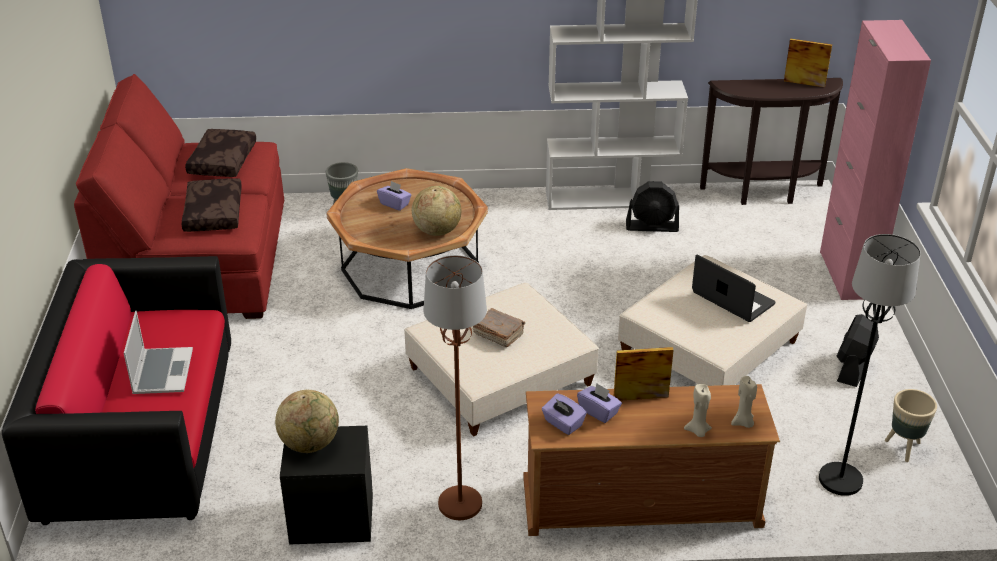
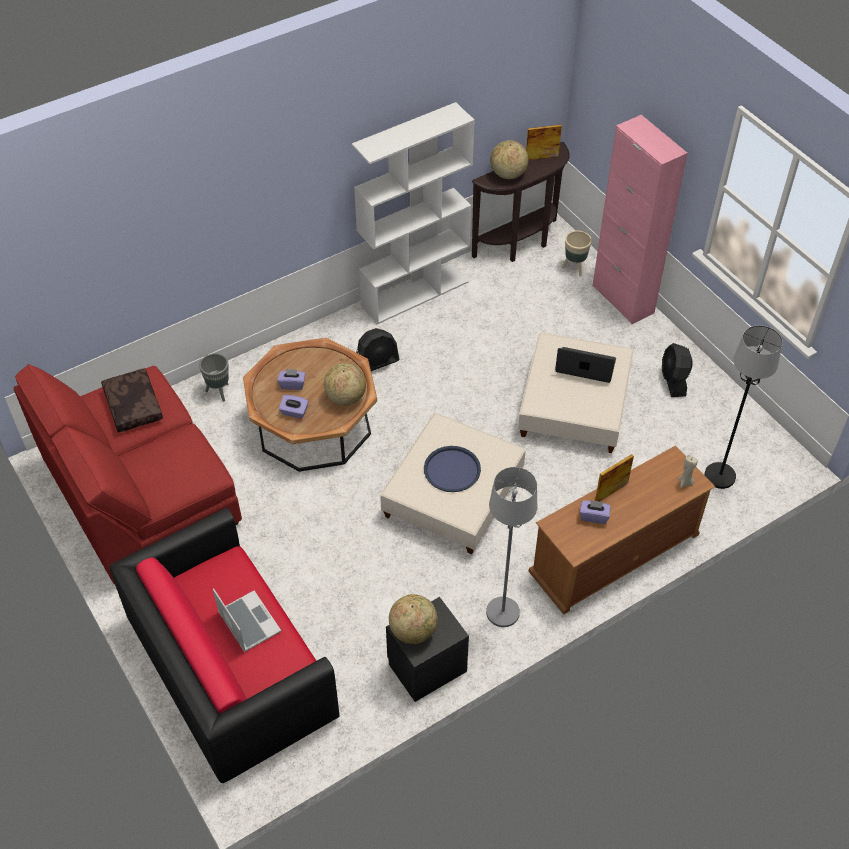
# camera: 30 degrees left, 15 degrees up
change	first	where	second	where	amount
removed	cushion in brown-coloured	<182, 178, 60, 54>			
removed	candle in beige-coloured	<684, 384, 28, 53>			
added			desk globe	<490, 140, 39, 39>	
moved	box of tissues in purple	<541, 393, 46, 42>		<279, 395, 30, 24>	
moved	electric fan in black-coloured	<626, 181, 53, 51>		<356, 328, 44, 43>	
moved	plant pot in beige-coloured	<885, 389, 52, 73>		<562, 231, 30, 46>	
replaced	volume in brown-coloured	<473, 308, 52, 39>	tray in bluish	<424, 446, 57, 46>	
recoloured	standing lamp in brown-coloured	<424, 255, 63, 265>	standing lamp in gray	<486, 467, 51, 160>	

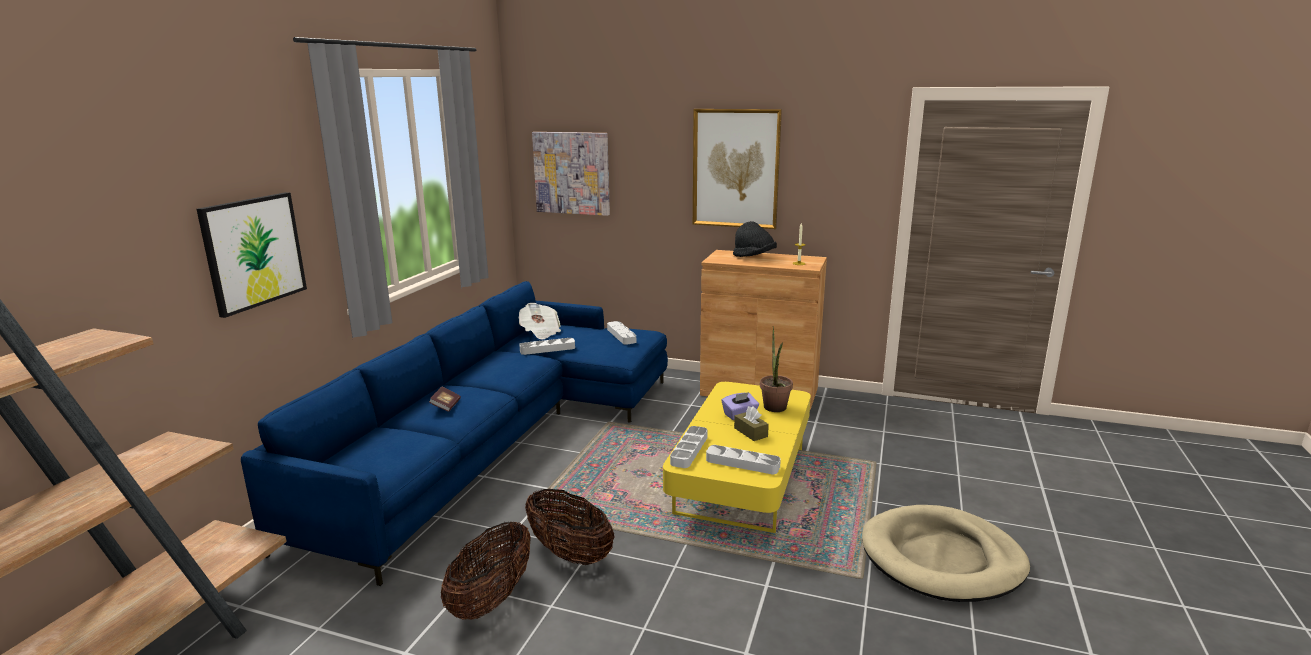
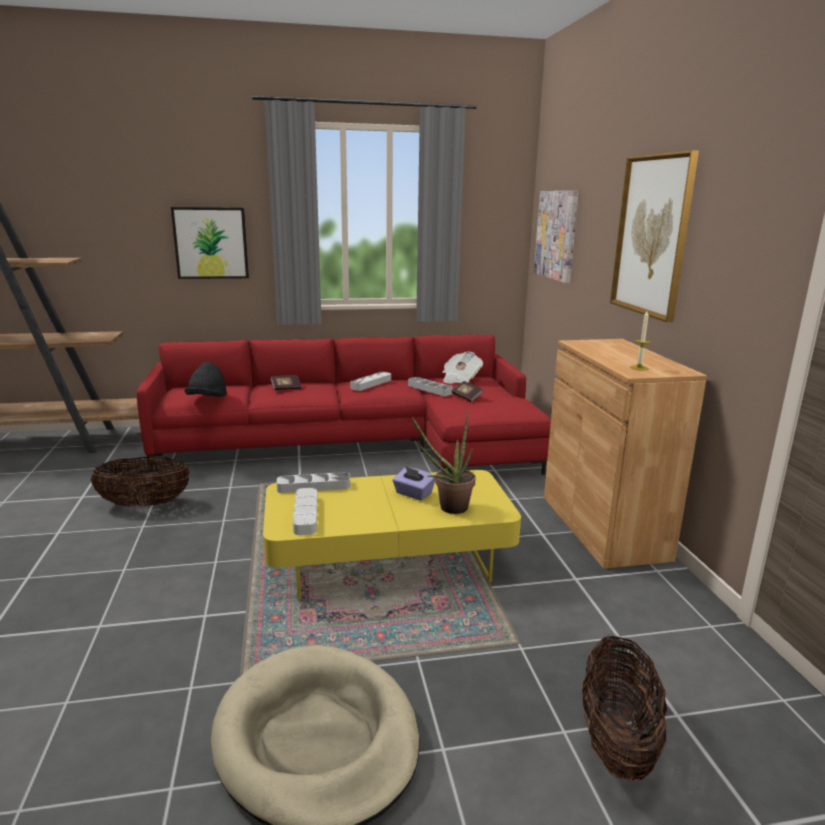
# camera: 60 degrees right, 0 degrees up
change	first	where	second	where	amount
removed	box of tissues in brown-coloured	<734, 406, 35, 35>			
added			volume	<452, 381, 31, 21>	
moved	storage basket	<525, 488, 89, 77>		<582, 635, 85, 147>	
moved	tray in gray	<607, 321, 29, 23>		<350, 372, 41, 19>	
moved	hat in black-coloured	<733, 221, 44, 36>		<184, 362, 43, 35>	
recoloured	sofa in bluish	<241, 281, 427, 305>	sofa in red-coloured	<137, 335, 414, 140>	

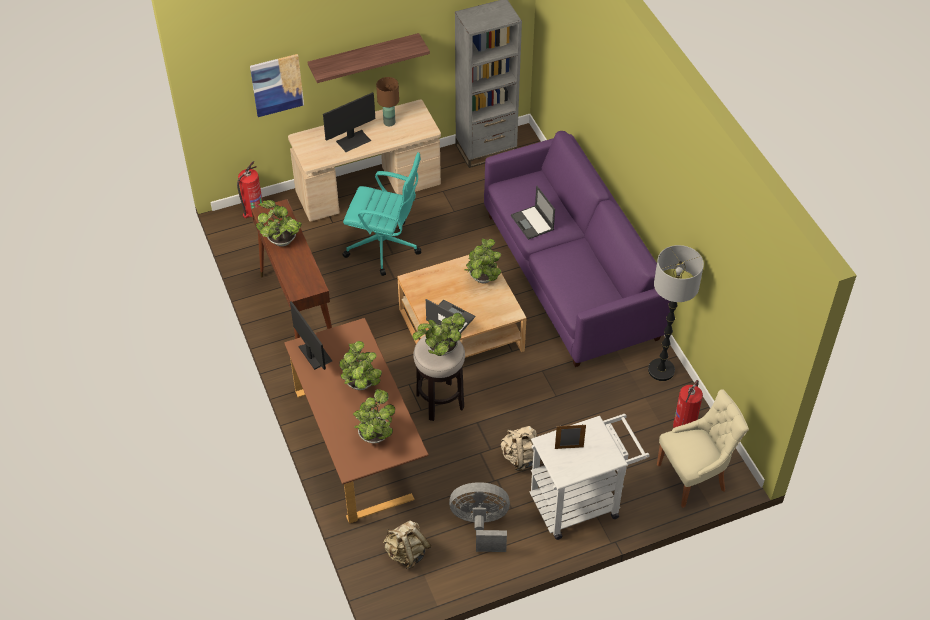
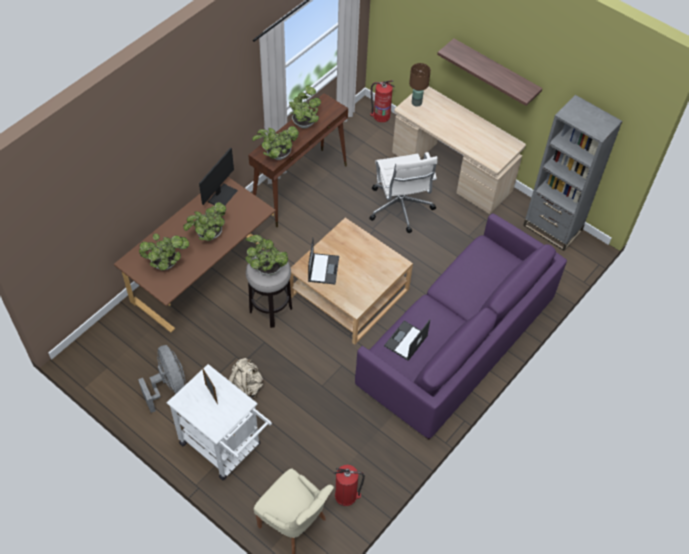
# camera: 60 degrees right, 5 degrees up
change	first	where	second	where	amount
removed	wall art	<250, 54, 54, 63>			
removed	computer display	<323, 92, 52, 60>			
removed	rucksack in beige-coloured	<383, 521, 48, 48>			
removed	standing lamp	<648, 245, 56, 136>			
moved	lamp for a table in brown-coloured	<376, 77, 23, 49>		<409, 63, 22, 44>	
moved	plant in a pot	<465, 238, 36, 45>		<252, 126, 47, 34>	
moved	laptop	<511, 185, 44, 55>		<384, 320, 46, 41>	
recoloured	computer chair in turquoise	<342, 152, 79, 124>	computer chair in white-coloured	<369, 152, 69, 81>	

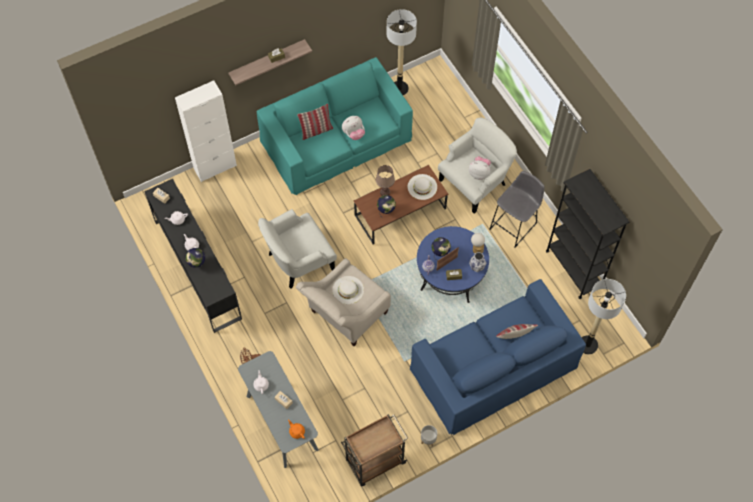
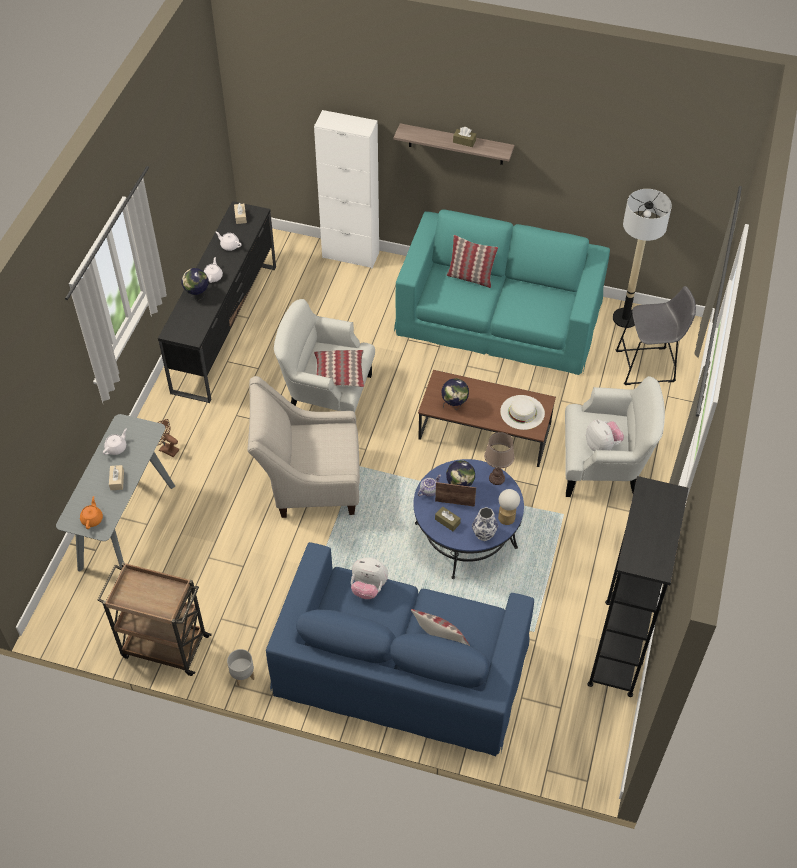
# camera: 45 degrees right, 10 degrees down
change	first	where	second	where	amount
removed	hat in white-coloured	<333, 276, 31, 28>			
removed	standing lamp	<582, 279, 44, 75>			
added			cushion	<314, 350, 50, 37>	
moved	cuddly toy	<342, 116, 23, 24>		<351, 557, 37, 42>	
moved	lamp for a table in brown-coloured	<376, 165, 19, 31>		<484, 432, 31, 53>	
moved	sitting stool in gray	<489, 171, 56, 77>		<616, 286, 80, 99>	

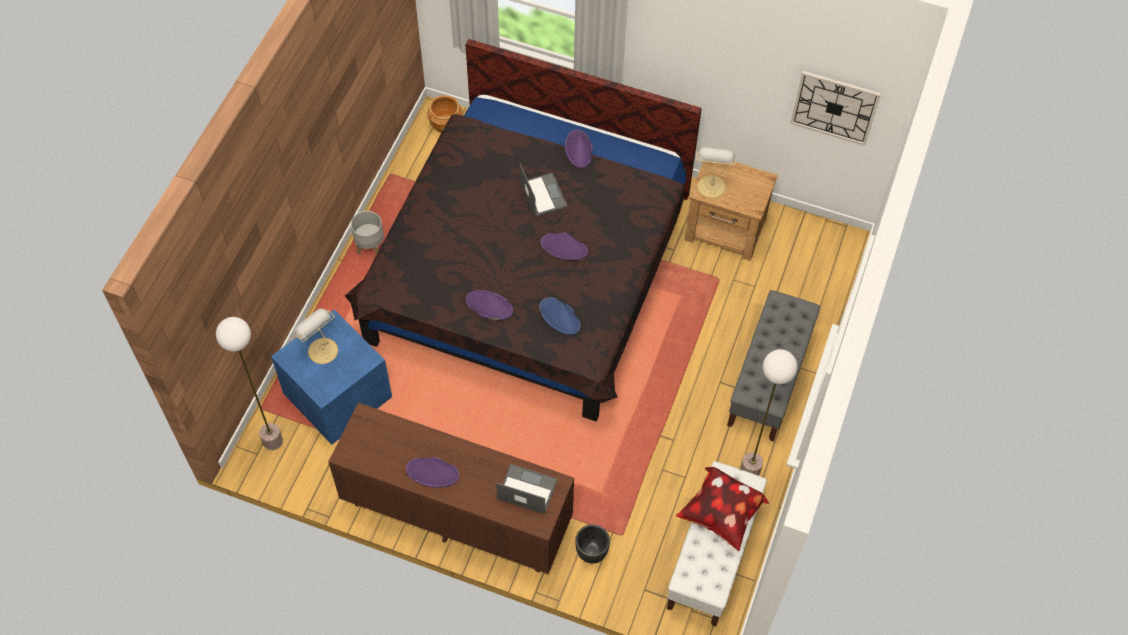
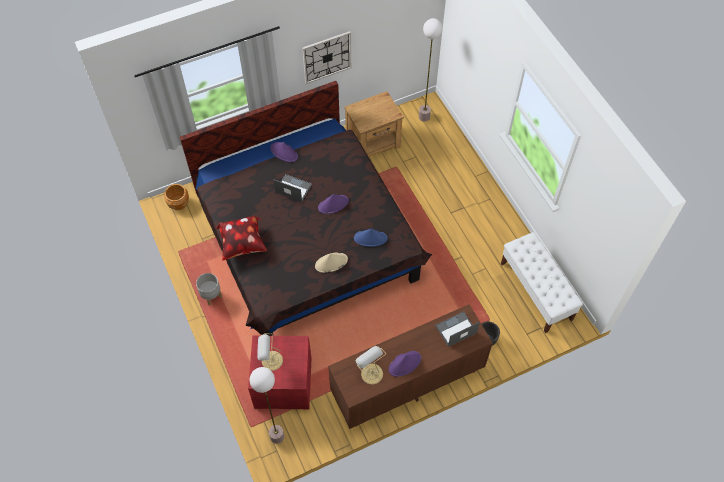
# camera: 45 degrees left, 0 degrees up
change	first	where	second	where	amount
removed	bench in gray	<727, 290, 93, 152>			
moved	cushion	<676, 467, 93, 84>		<216, 216, 51, 45>	
moved	lamp for a table	<696, 147, 40, 51>		<356, 346, 30, 38>	
moved	standing lamp	<740, 349, 58, 127>		<419, 18, 24, 104>	
moved	hanging clock	<790, 71, 91, 75>		<302, 31, 49, 53>	
recoloured	storage bin in bluish	<271, 309, 121, 136>	storage bin in red-coloured	<248, 335, 64, 74>	
recoloured	hat in purple	<466, 290, 47, 30>	hat in beige-coloured	<315, 253, 33, 20>	

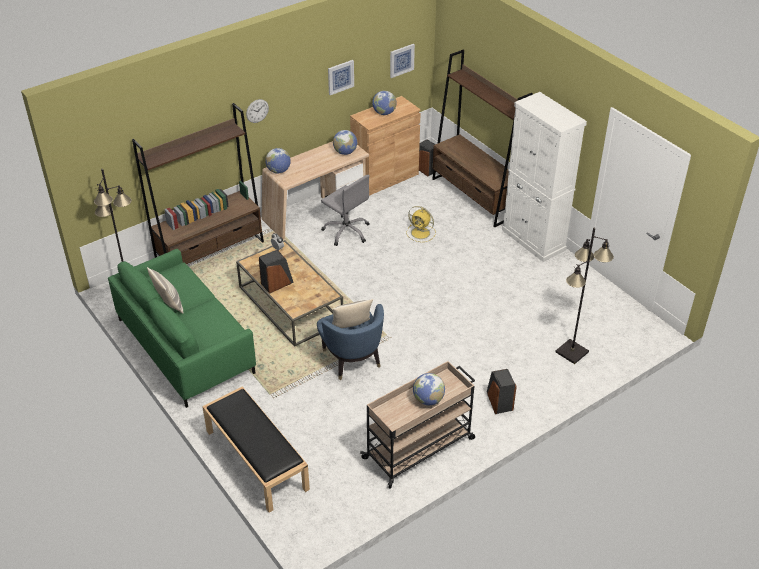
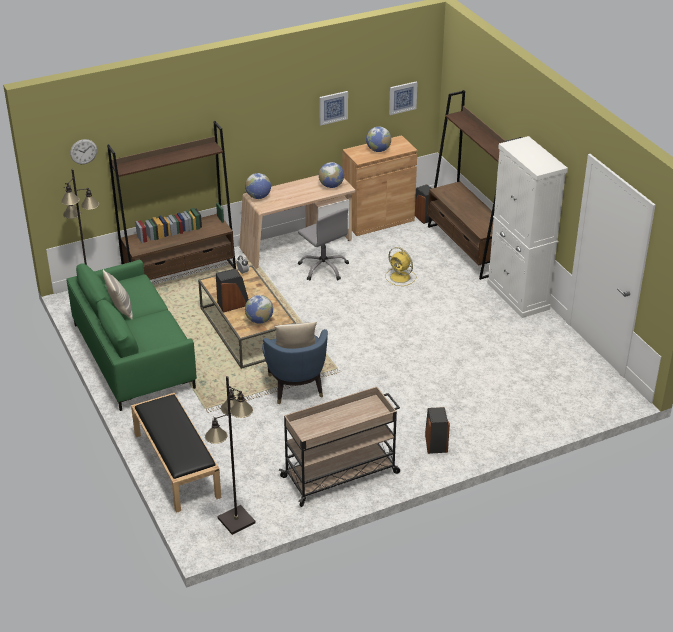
# camera: 10 degrees right, 5 degrees down
change	first	where	second	where	amount
moved	hanging clock	<246, 99, 23, 24>		<70, 139, 27, 25>	
moved	desk globe	<413, 373, 32, 32>		<245, 295, 28, 29>	
moved	standing lamp in black-coloured	<556, 228, 58, 136>		<205, 376, 51, 159>	

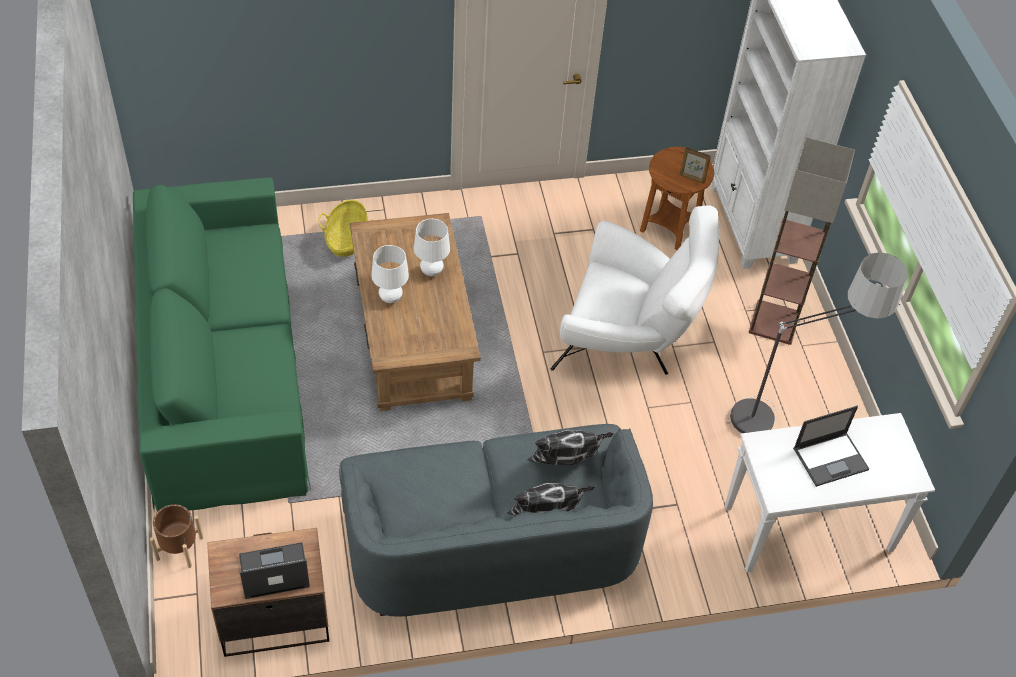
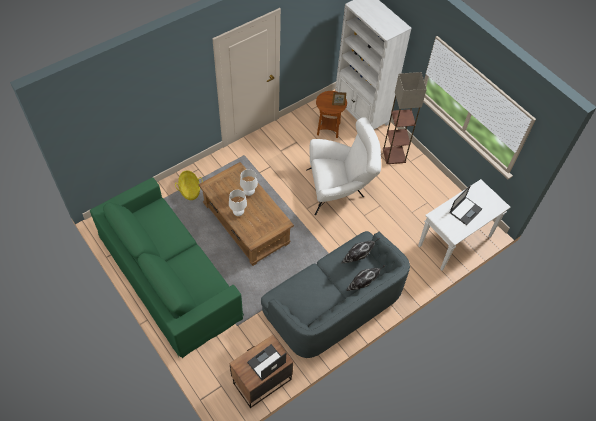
# camera: 25 degrees left, 5 degrees up
change	first	where	second	where	amount
removed	plant pot in brown-coloured	<150, 504, 53, 64>			
removed	standing lamp	<726, 252, 182, 181>			

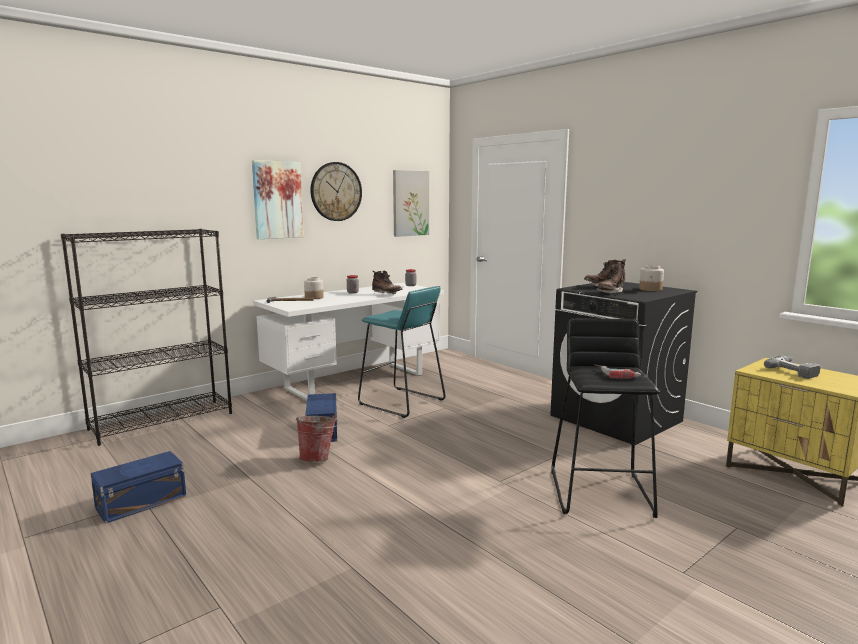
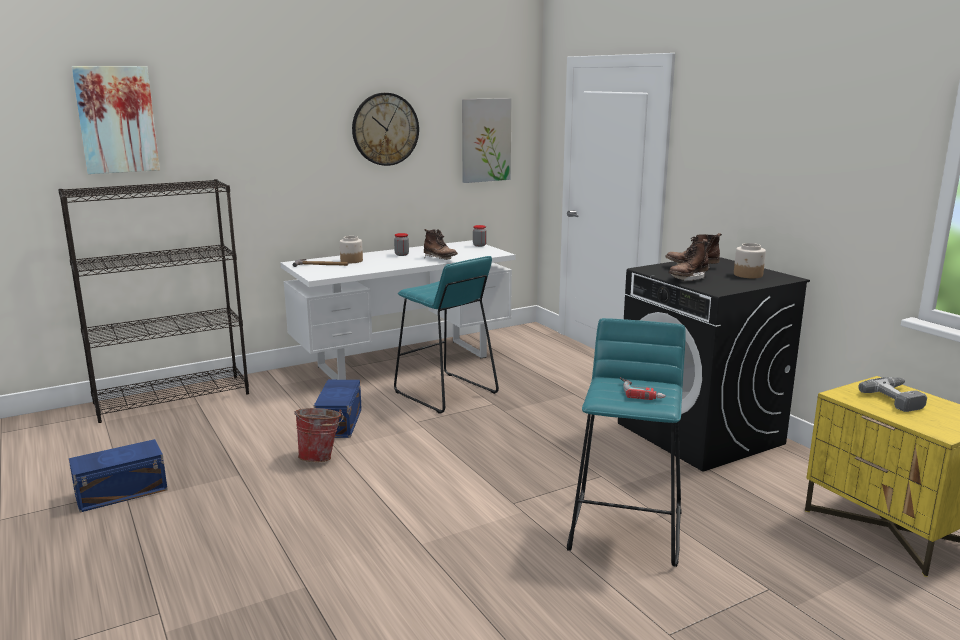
# camera: 10 degrees right, 5 degrees up
change	first	where	second	where	amount
moved	wall art	<252, 160, 52, 79>		<72, 66, 88, 108>	
recoloured	sitting stool in black-coloured	<551, 318, 109, 200>	sitting stool in turquoise	<567, 318, 119, 249>	

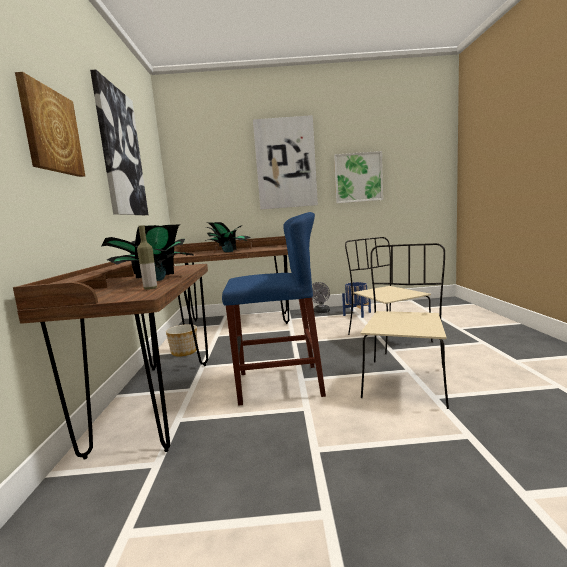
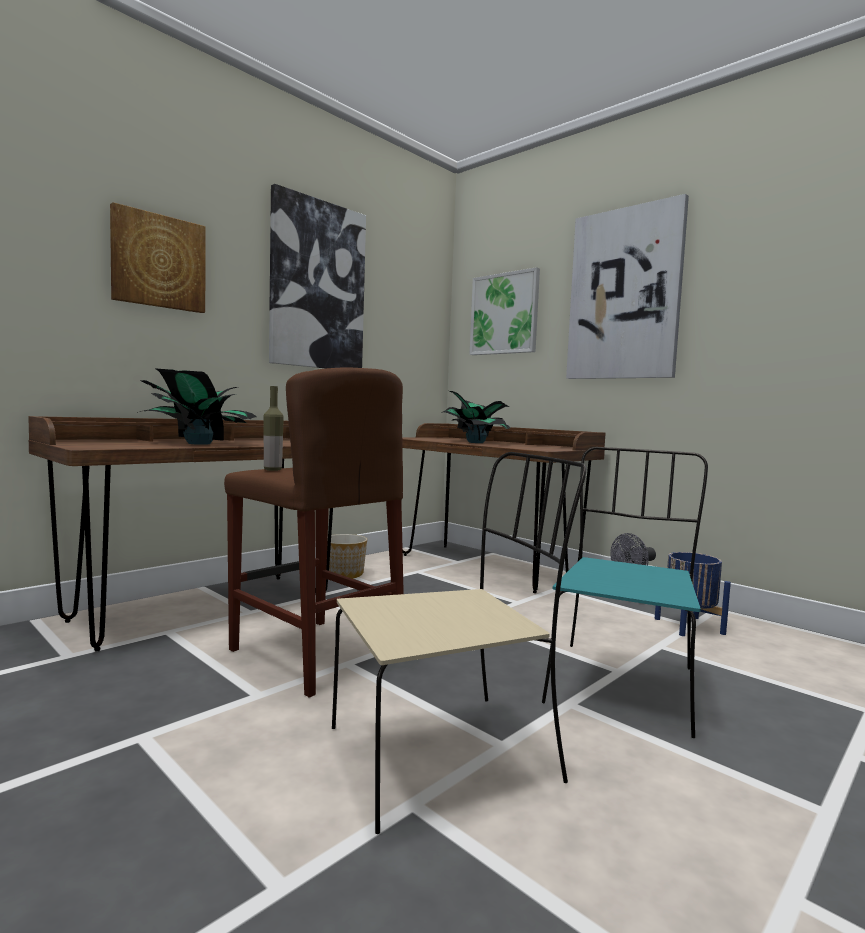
# camera: 45 degrees right, 5 degrees down
change	first	where	second	where	amount
moved	beverage bottle	<137, 225, 20, 65>		<263, 386, 21, 85>	
moved	wall art	<334, 151, 49, 52>		<470, 267, 70, 88>	
recoloured	sitting stool in bluish	<222, 212, 104, 193>	sitting stool in brown-coloured	<224, 367, 180, 331>	
recoloured	plain chair in beige-coloured	<345, 237, 88, 117>	plain chair in turquoise	<542, 447, 166, 291>	

